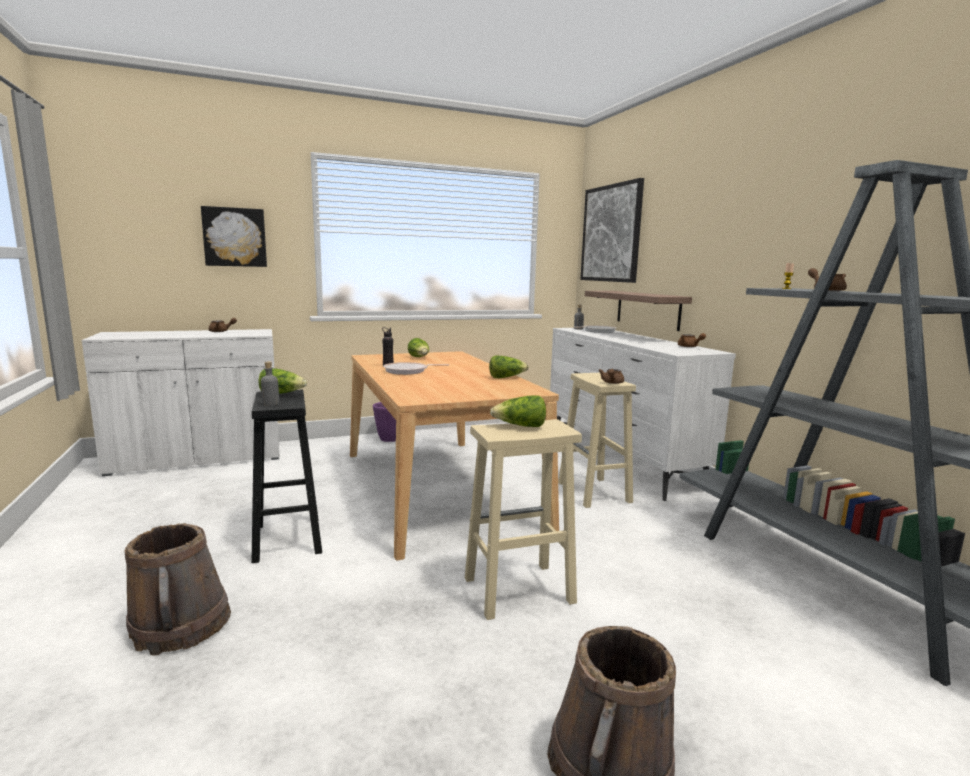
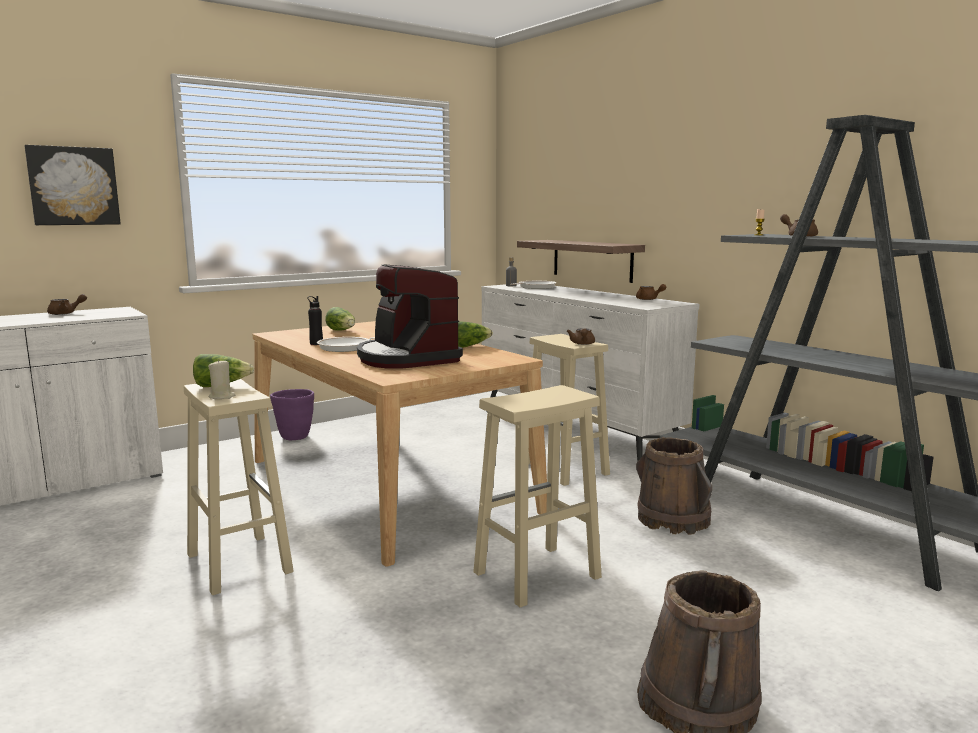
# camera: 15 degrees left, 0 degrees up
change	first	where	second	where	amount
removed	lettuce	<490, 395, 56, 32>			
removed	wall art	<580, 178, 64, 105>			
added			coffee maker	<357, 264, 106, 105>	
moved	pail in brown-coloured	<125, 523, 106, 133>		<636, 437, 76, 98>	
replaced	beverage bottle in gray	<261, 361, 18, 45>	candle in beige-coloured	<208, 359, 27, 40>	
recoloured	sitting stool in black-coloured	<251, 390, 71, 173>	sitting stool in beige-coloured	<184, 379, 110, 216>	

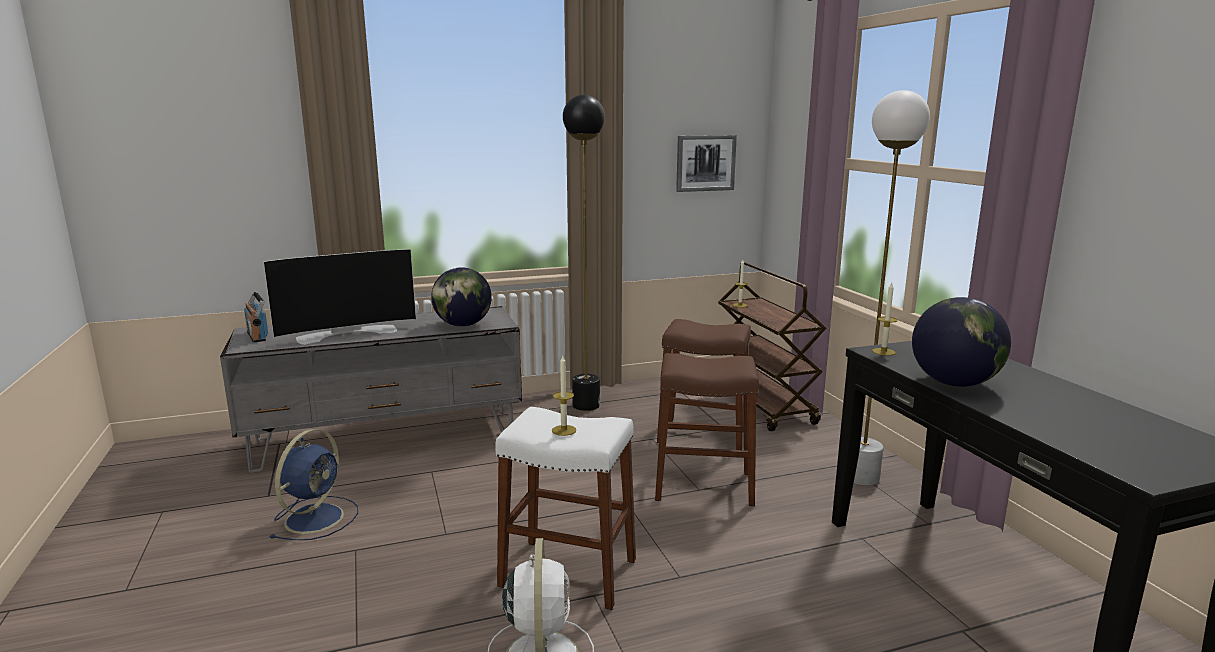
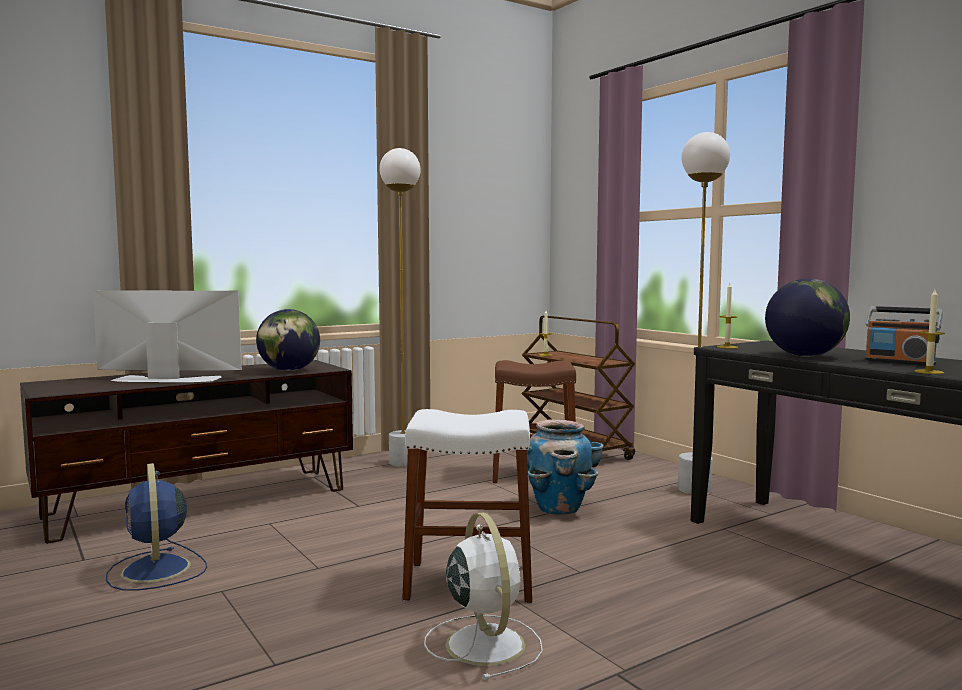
# camera: 15 degrees left, 10 degrees down
change	first	where	second	where	amount
removed	wall art	<676, 135, 61, 57>			
moved	radio set	<244, 292, 24, 51>		<865, 306, 78, 60>	
moved	candle	<552, 356, 24, 80>		<914, 289, 31, 85>	
replaced	sitting stool in brown-coloured	<655, 353, 104, 153>	plant pot	<527, 419, 77, 96>	
recoloured	tv stand in gray	<220, 306, 302, 167>	tv stand in brown-coloured	<20, 360, 333, 184>	
recoloured	standing lamp in black-coloured	<563, 95, 42, 316>	standing lamp in white-coloured	<379, 148, 42, 319>	
turned	television	<263, 249, 153, 96>		<93, 290, 149, 92>	135 degrees counterclockwise
turned	electric fan in bluish	<269, 429, 89, 111>		<106, 463, 101, 127>	150 degrees clockwise

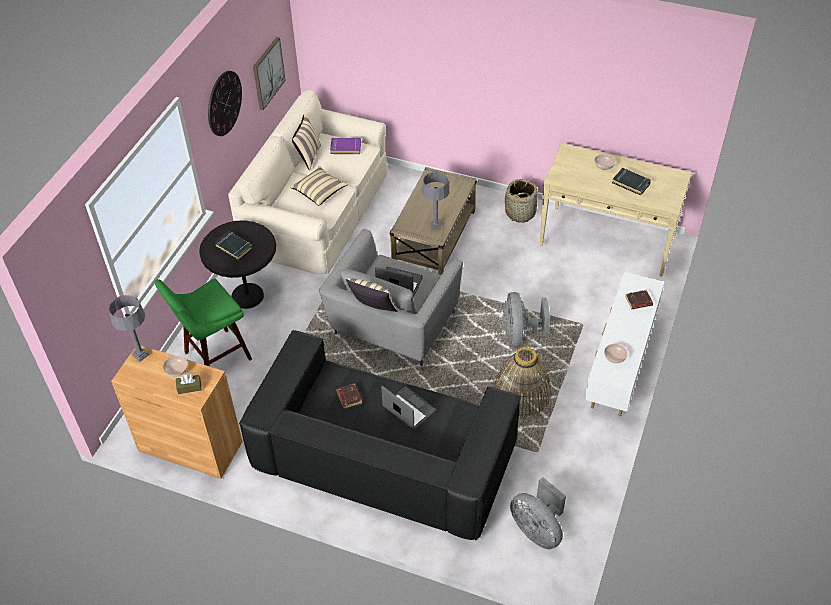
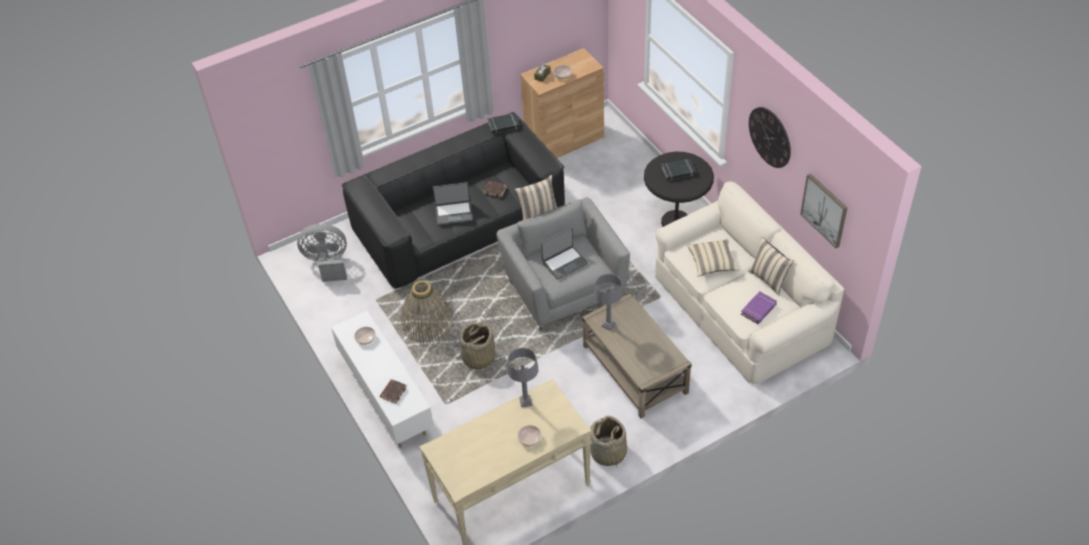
# camera: 130 degrees right, 0 degrees up
change	first	where	second	where	amount
removed	sitting stool in green-coloured	<154, 278, 98, 88>			
moved	lamp for a table in gray	<109, 295, 40, 67>		<507, 348, 31, 60>	
moved	volume in black-coloured	<612, 168, 39, 27>		<488, 113, 32, 21>	
replaced	electric fan in gray	<503, 292, 47, 55>	storage basket	<459, 322, 36, 48>	

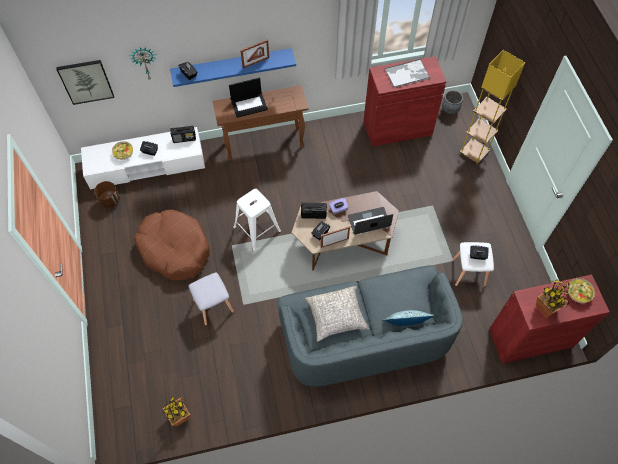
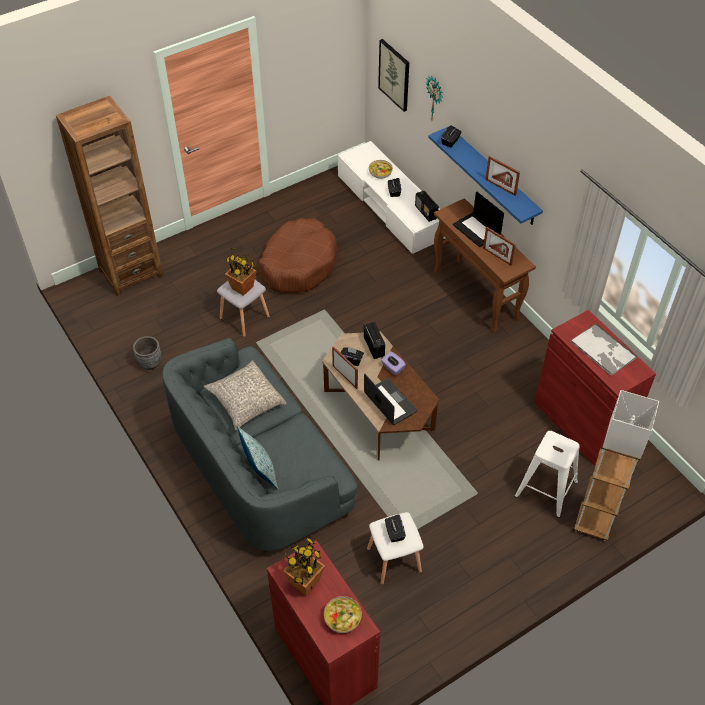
# camera: 70 degrees right, 10 degrees down
change	first	where	second	where	amount
removed	plant pot in brown-coloured	<94, 181, 26, 27>			
added			shelving unit in brown-coloured	<56, 96, 107, 200>	
added			photo frame	<483, 227, 33, 39>	
moved	plant in a pot	<163, 396, 27, 30>		<225, 248, 31, 48>	
moved	sitting stool in white-coloured	<233, 189, 48, 61>		<515, 431, 65, 87>	
moved	plant pot in gray	<442, 90, 21, 25>		<133, 336, 29, 34>	
recoloured	standing lamp in yellowish	<460, 50, 65, 115>	standing lamp in white-coloured	<574, 390, 85, 151>	

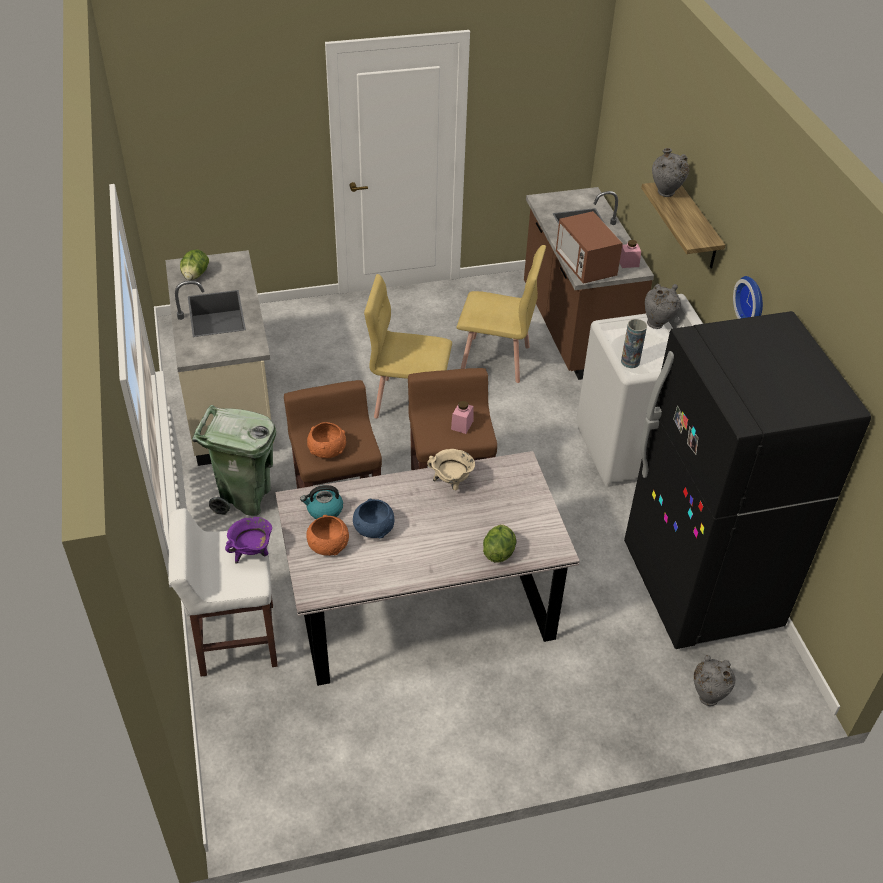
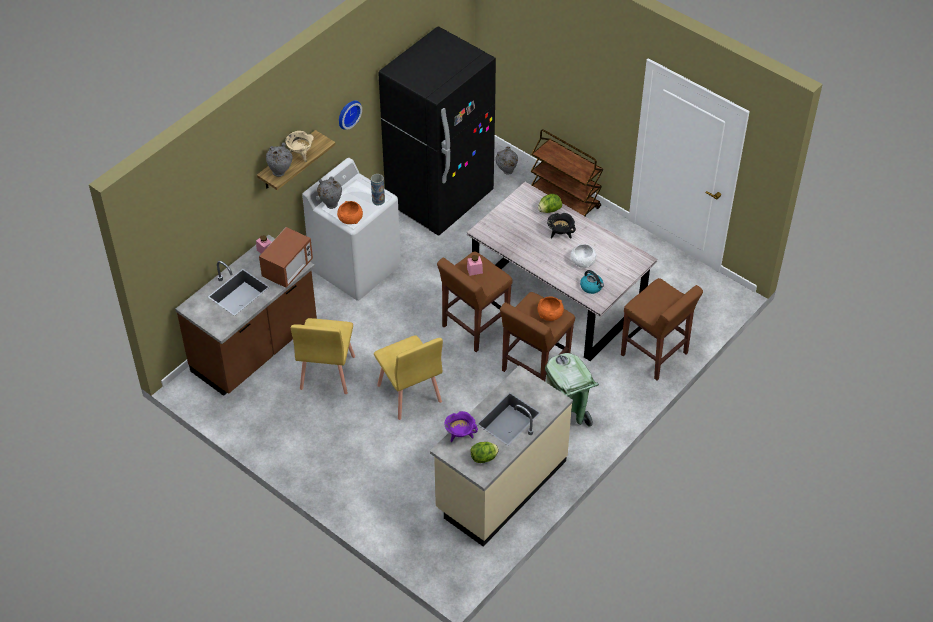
# camera: 125 degrees left, 5 degrees up
change	first	where	second	where	amount
added			wheeled cart in brown-coloured	<530, 129, 74, 87>	
added			saucepot in black-coloured	<547, 213, 29, 26>	
moved	saucepot in purple	<225, 517, 47, 47>		<445, 411, 33, 31>	
moved	serving bowl in orange	<306, 515, 43, 41>		<337, 201, 26, 23>	
moved	saucepot in beige-coloured	<427, 449, 48, 41>		<285, 131, 29, 31>	
recoloured	sitting stool in white-coloured	<169, 508, 109, 168>	sitting stool in brown-coloured	<621, 278, 82, 102>	
recoloured	serving bowl in bluish	<353, 499, 41, 40>	serving bowl in white-coloured	<571, 244, 25, 24>	
turned	plain chair in yellowish	<457, 245, 89, 138>		<291, 318, 64, 76>	150 degrees counterclockwise

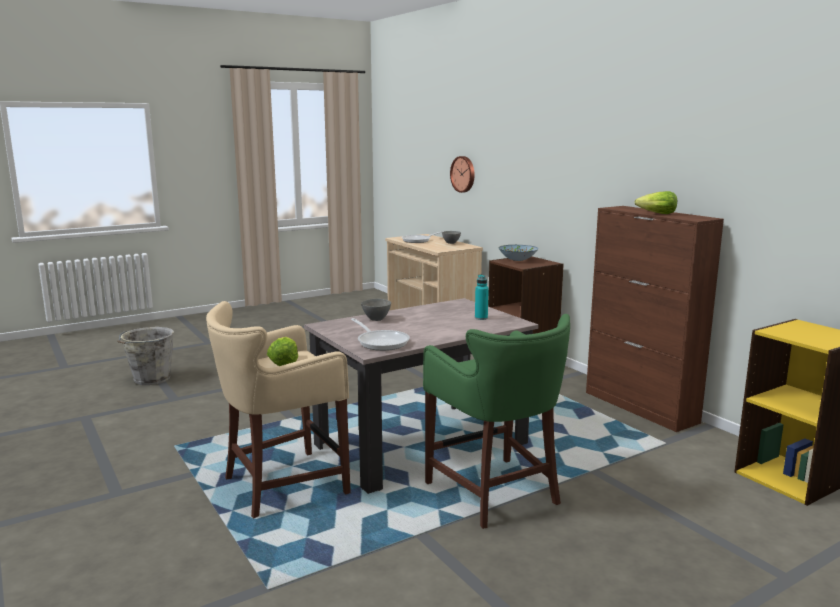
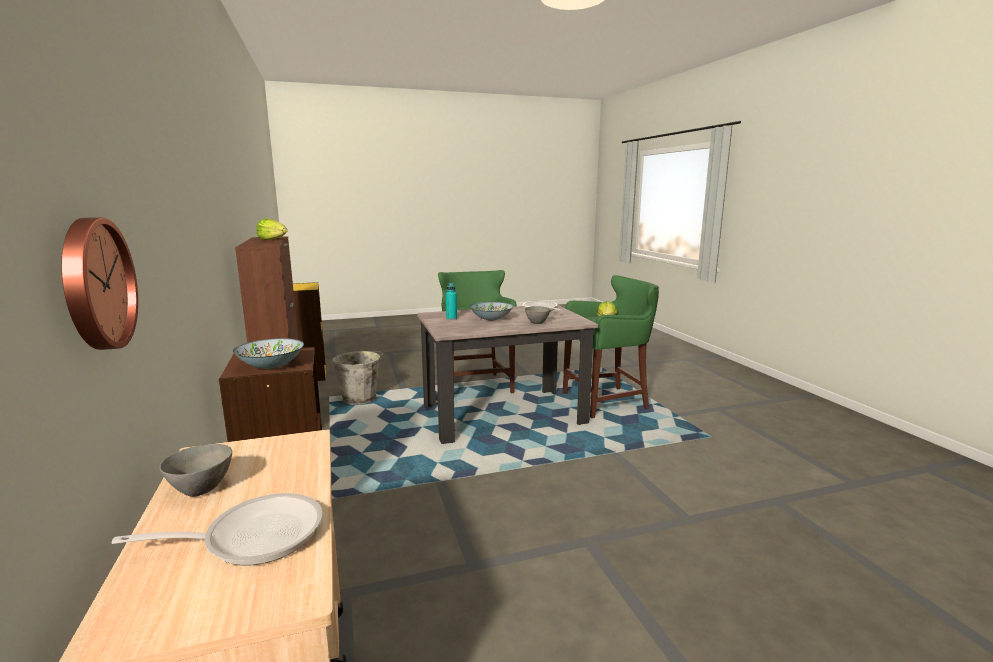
# camera: 165 degrees left, 0 degrees up
change	first	where	second	where	amount
added			serving bowl	<470, 302, 43, 19>	
moved	pail in gray	<117, 327, 57, 58>		<332, 351, 52, 54>	
recoloured	sitting stool in beige-coloured	<206, 301, 145, 217>	sitting stool in green-coloured	<563, 275, 96, 143>	

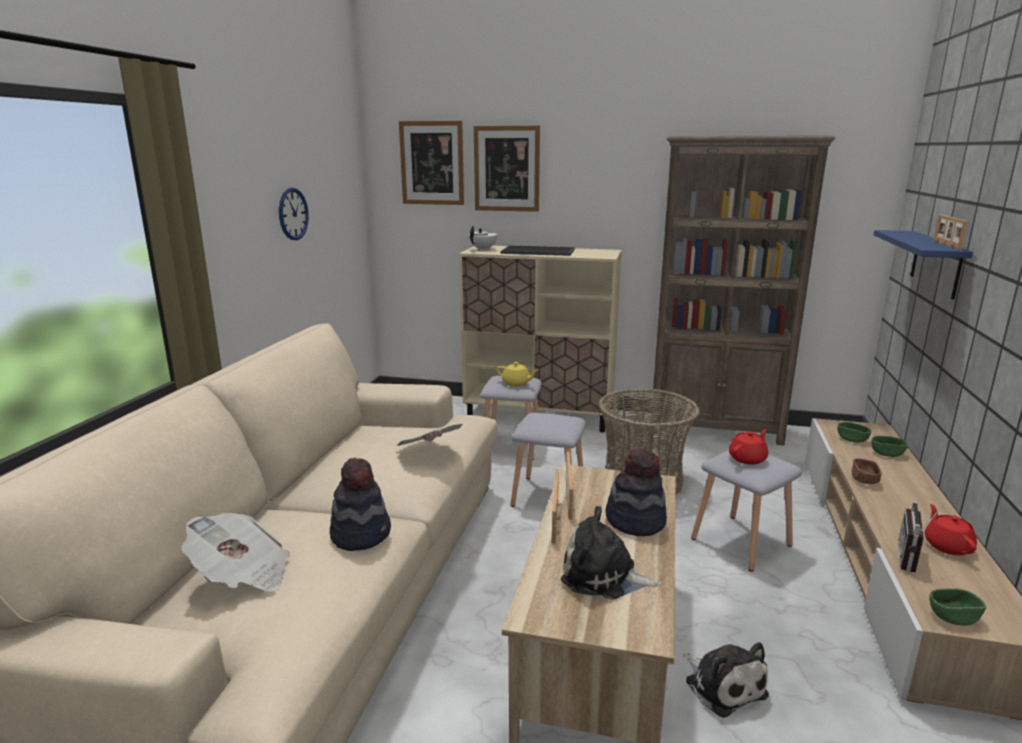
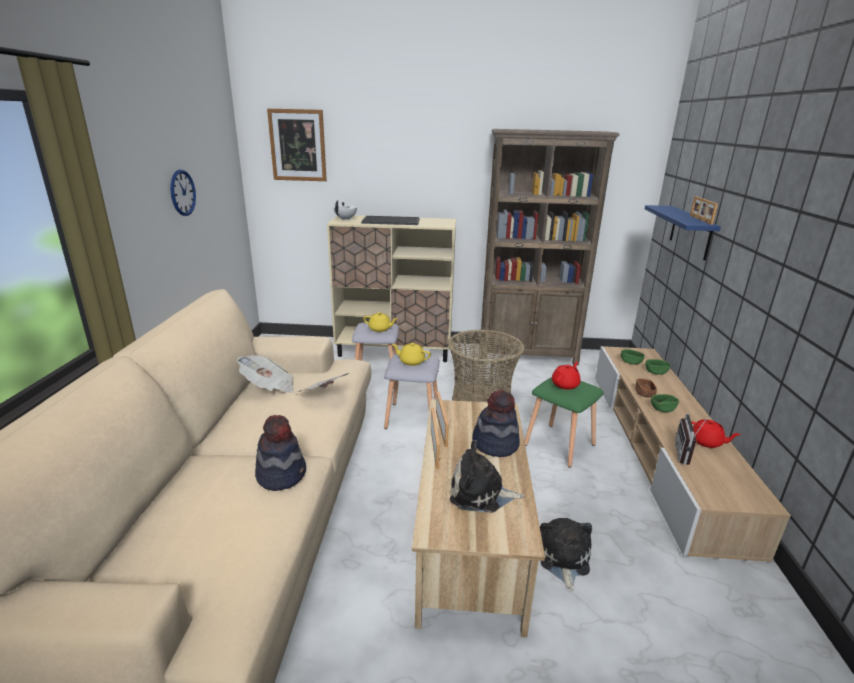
# camera: 10 degrees left, 5 degrees up
change	first	where	second	where	amount
removed	wall art	<474, 125, 66, 87>			
added			pot for tea in yellowish	<392, 343, 39, 23>	
moved	newspaper	<181, 513, 109, 79>		<237, 355, 57, 38>	
moved	serving bowl in green-coloured	<929, 588, 57, 38>		<651, 394, 28, 18>	
recoloured	sitting stool in gray	<691, 450, 111, 122>	sitting stool in green-coloured	<524, 377, 80, 91>	
turned	cuddly toy	<683, 642, 86, 76>		<540, 518, 52, 73>	135 degrees counterclockwise
turned	pot for tea in red-coloured	<925, 504, 52, 51>		<691, 419, 50, 29>	135 degrees clockwise

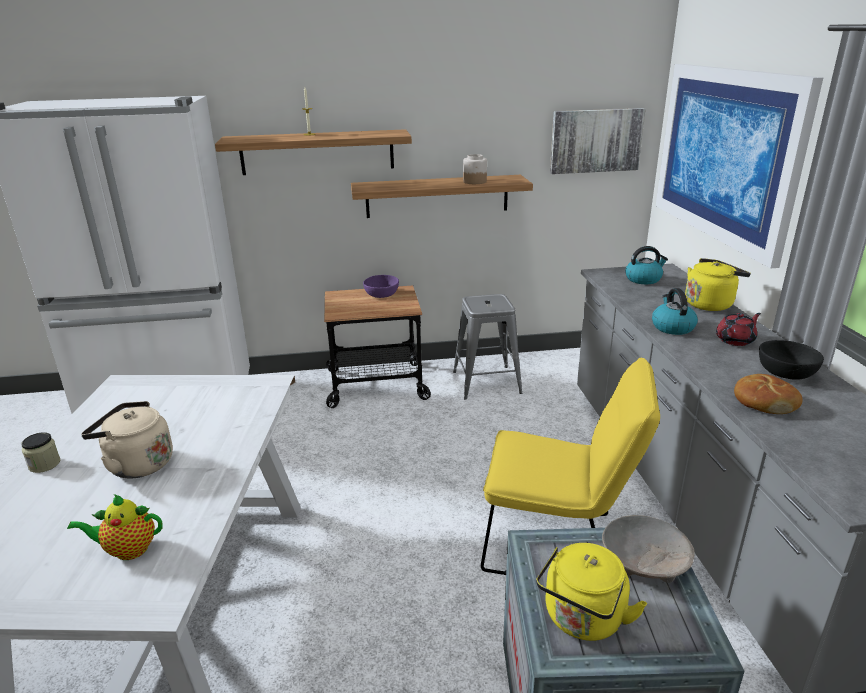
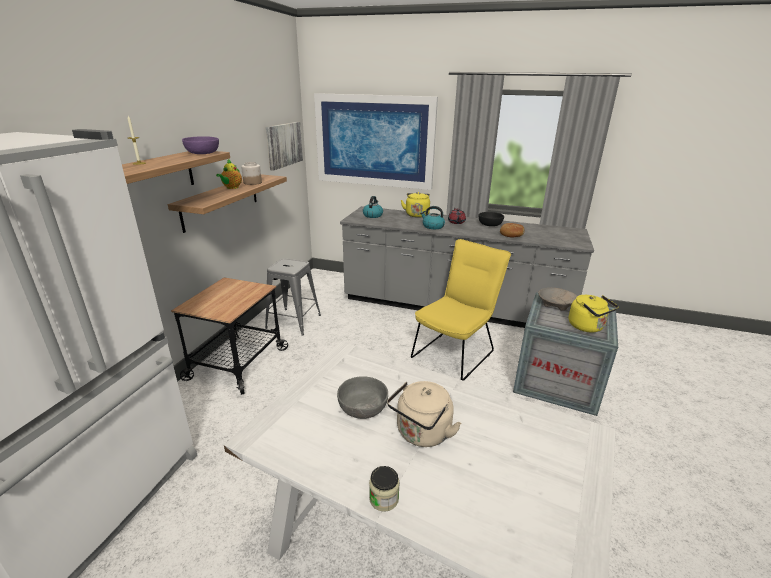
# camera: 65 degrees left, 0 degrees up
change	first	where	second	where	amount
added			serving bowl in gray	<337, 376, 51, 43>	
moved	pot for tea	<67, 494, 96, 66>		<216, 159, 26, 30>	
moved	serving bowl in purple	<363, 275, 36, 23>		<182, 136, 37, 18>	

